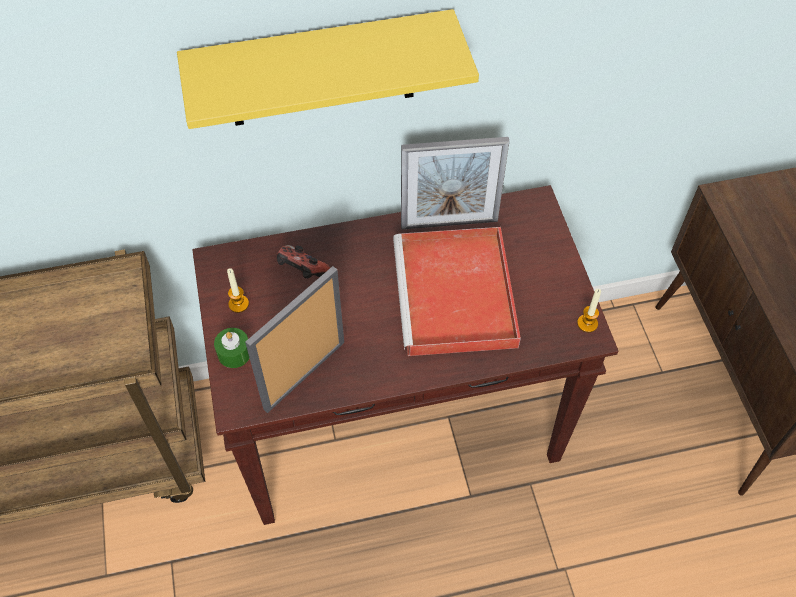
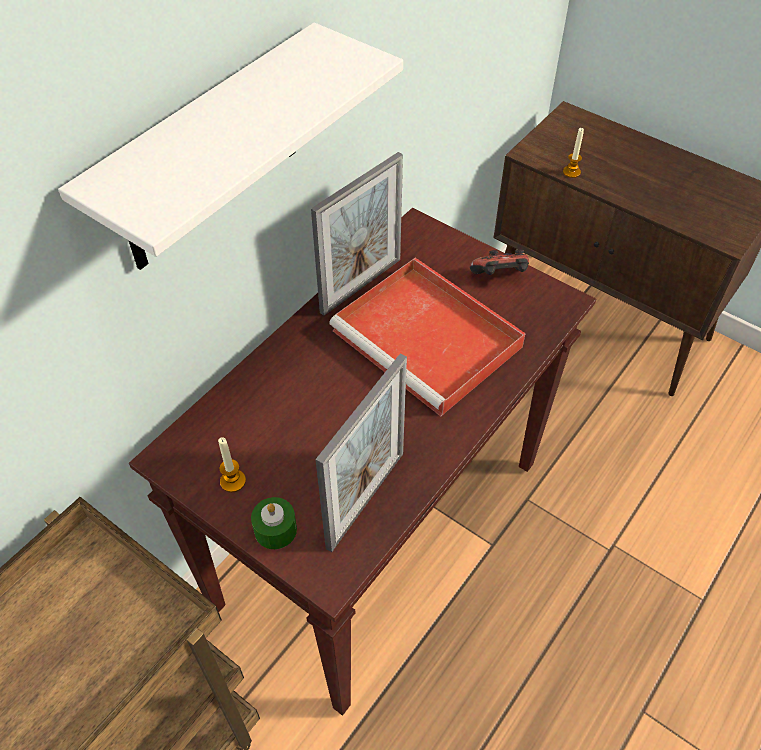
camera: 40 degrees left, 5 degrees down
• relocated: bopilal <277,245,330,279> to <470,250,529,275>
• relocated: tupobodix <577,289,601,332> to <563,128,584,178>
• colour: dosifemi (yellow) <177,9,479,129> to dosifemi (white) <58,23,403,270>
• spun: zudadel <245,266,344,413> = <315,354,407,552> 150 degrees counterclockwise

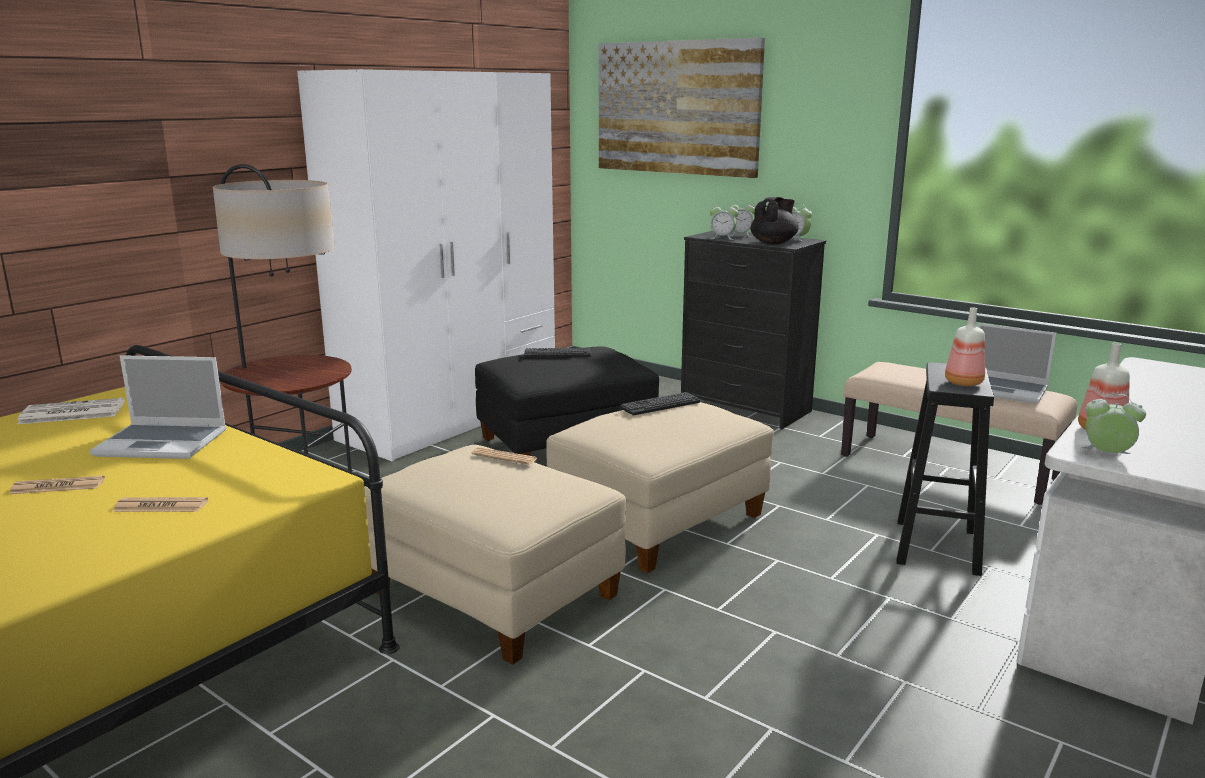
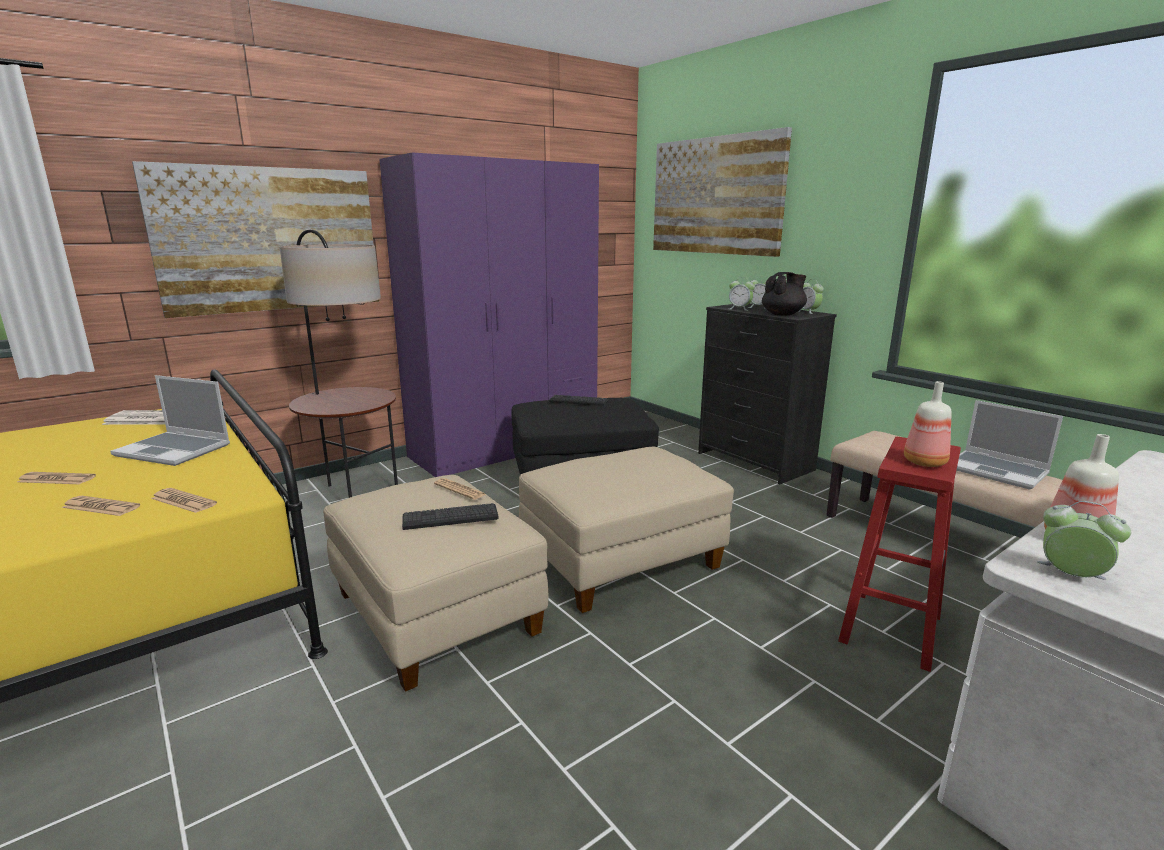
camera: 15 degrees right, 0 degrees up
• appeared: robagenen <132,161,379,318>
• appeared: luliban <151,488,217,513>
• relocated: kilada <620,392,700,415> to <402,503,499,530>
• colour: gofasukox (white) <297,69,555,461> to gofasukox (purple) <379,153,599,477>
• colour: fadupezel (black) <896,362,994,576> to fadupezel (red) <838,437,961,672>

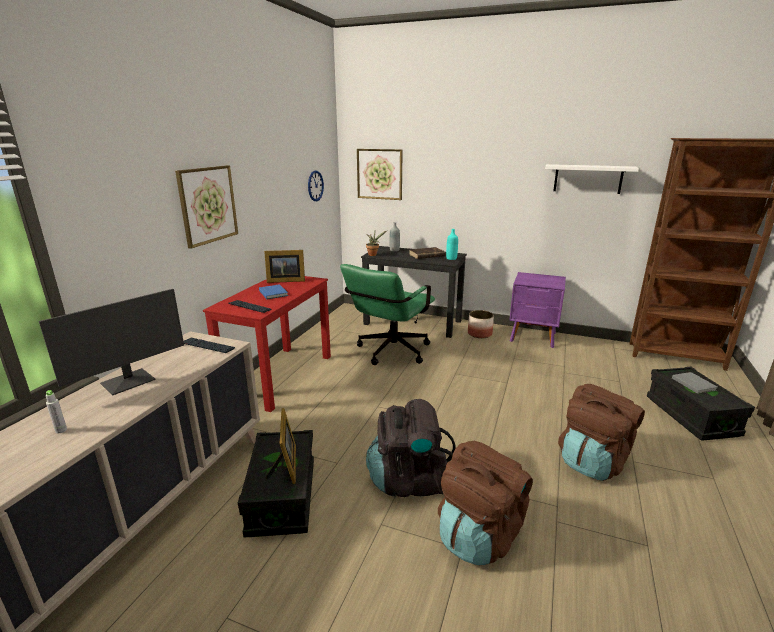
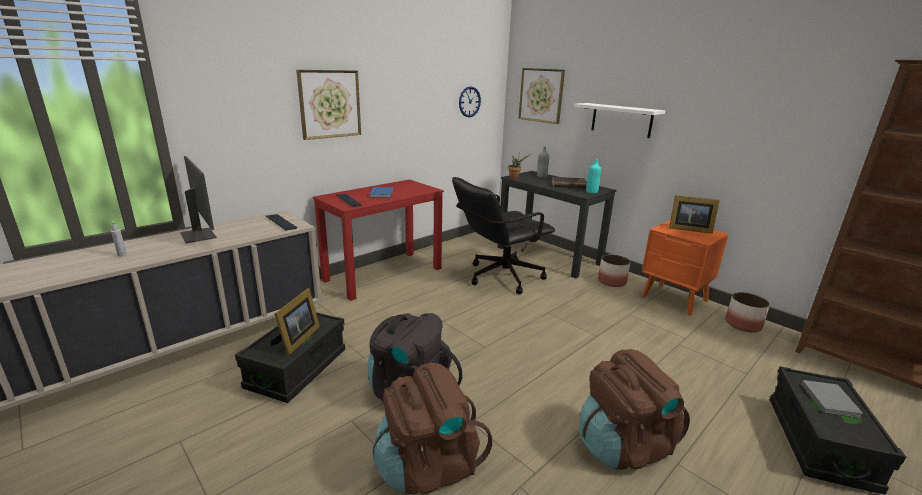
camera: 25 degrees right, 0 degrees up
• appeared: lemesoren <725,292,770,332>
• relocated: zudadel <264,250,305,283> to <669,195,720,234>
• relocated: dosifemi (white) <545,164,639,194> to <574,103,665,138>
• colour: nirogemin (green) <340,264,435,365> to nirogemin (black) <452,177,555,294>
• colour: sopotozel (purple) <509,272,566,348> to sopotozel (orange) <641,220,729,316>
• spun: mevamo <39,289,184,395> = <180,156,217,243> 105 degrees counterclockwise

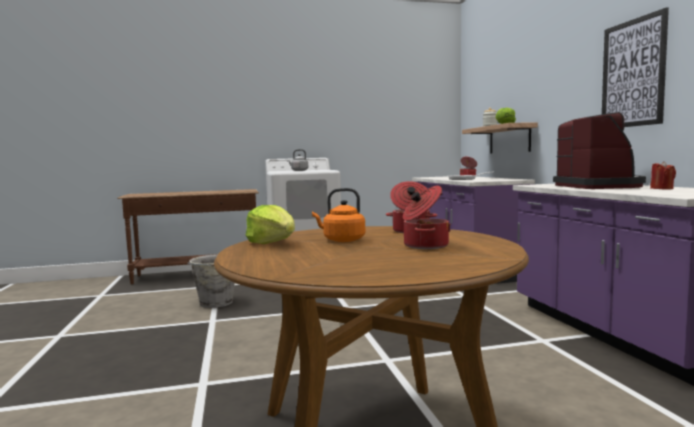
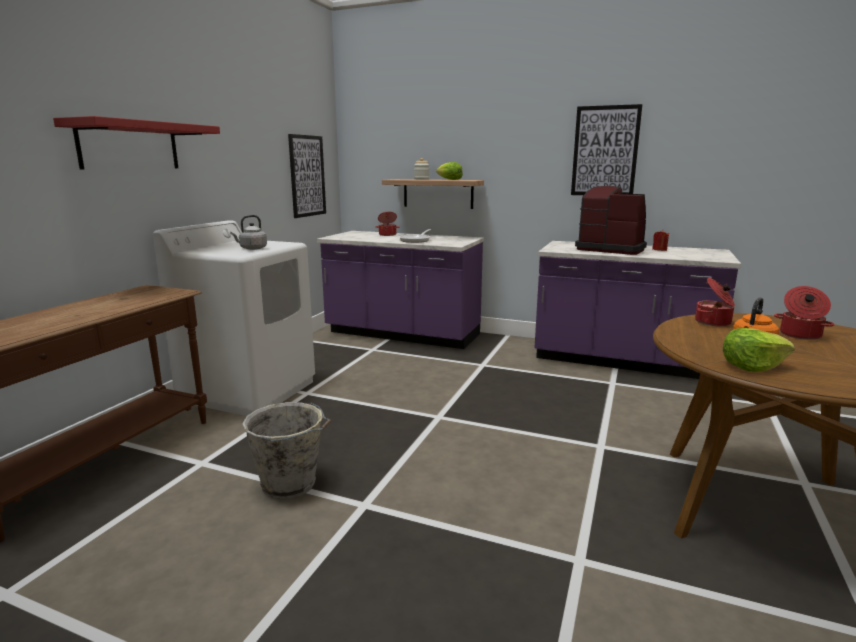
camera: 55 degrees left, 10 degrees up
• appeared: dosifemi (red) <53,116,220,170>
• appeared: robagenen <288,134,326,218>

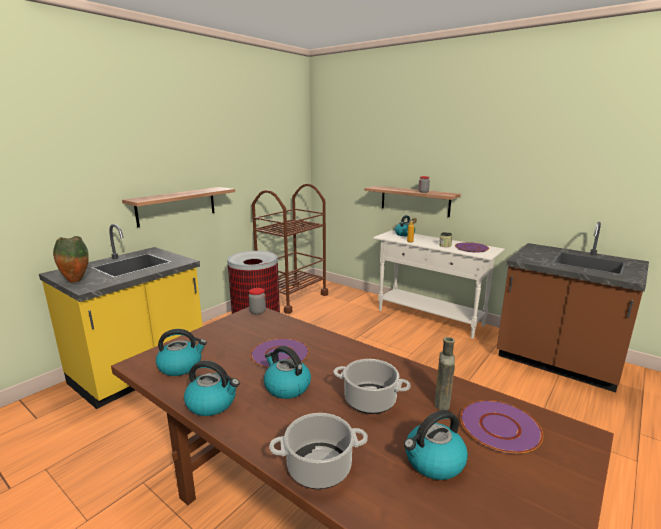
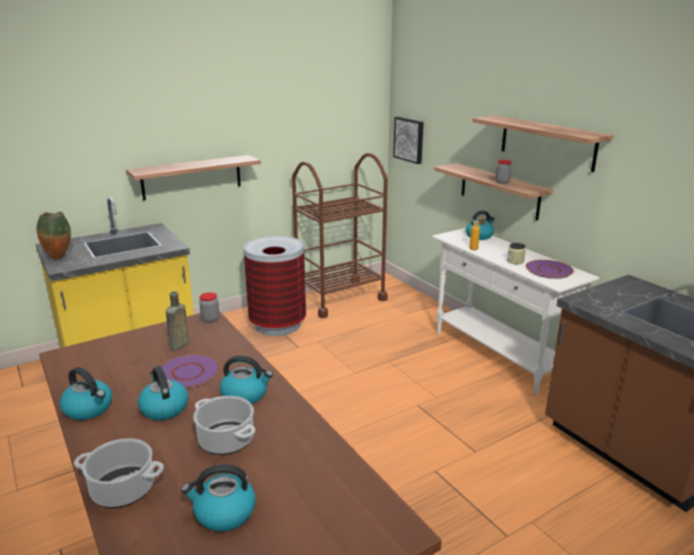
camera: 20 degrees right, 5 degrees up
• missing: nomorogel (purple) <460,400,543,454>
• appeared: robagenen <393,117,424,164>
• appeared: dosifemi <472,115,614,172>
• relocated: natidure <156,329,207,376> to <220,355,273,404>
• relocated: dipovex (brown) <435,337,455,410> to <166,291,189,350>

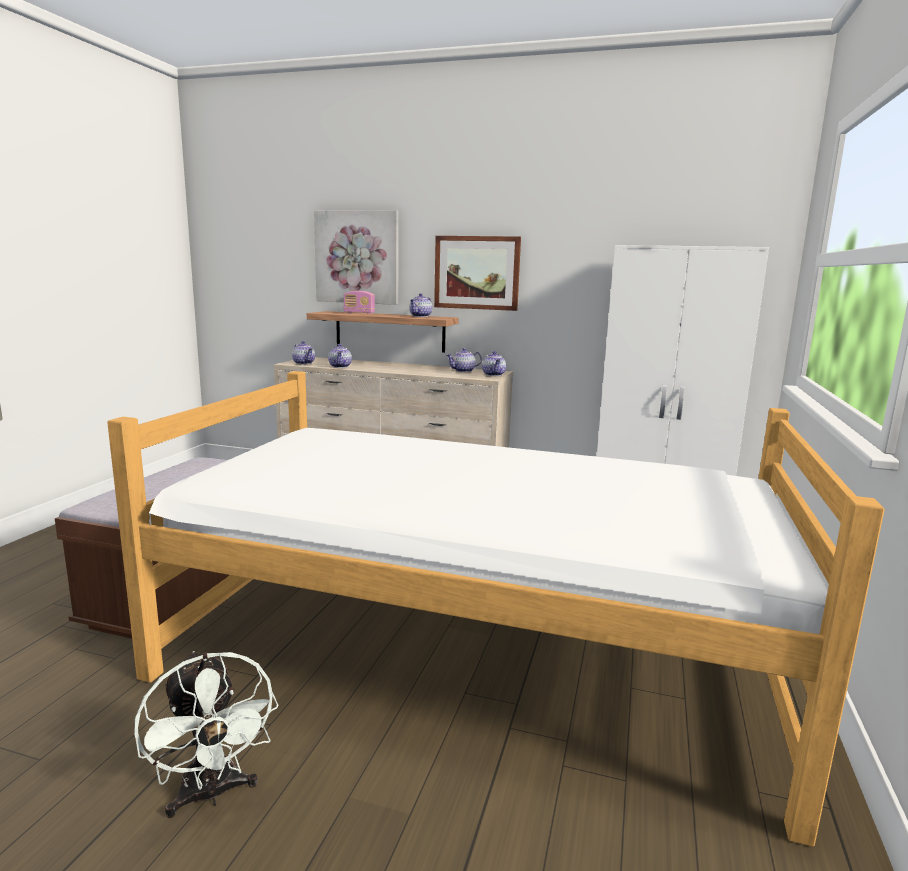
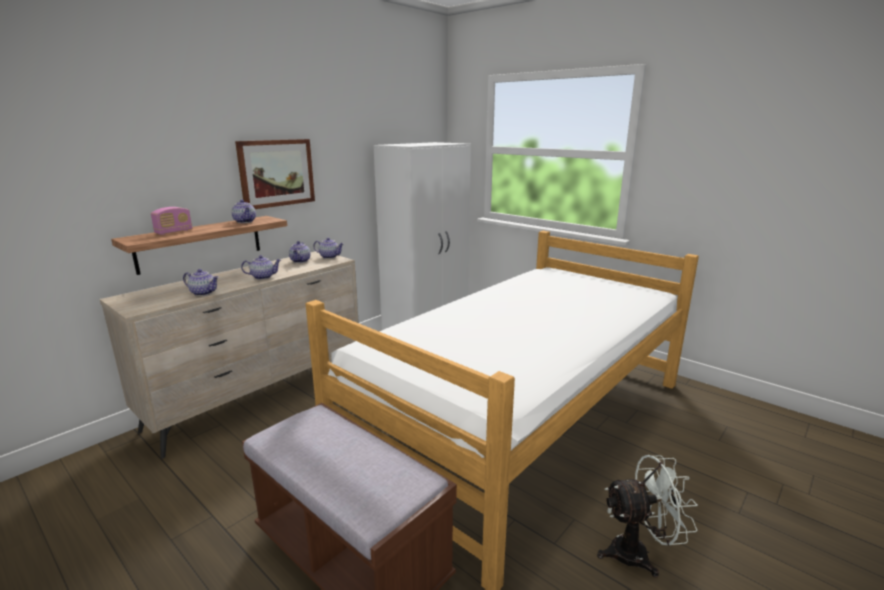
camera: 65 degrees left, 5 degrees up
• missing: robagenen <314,210,399,305>
• relocated: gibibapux <292,341,315,365> to <241,255,281,280>

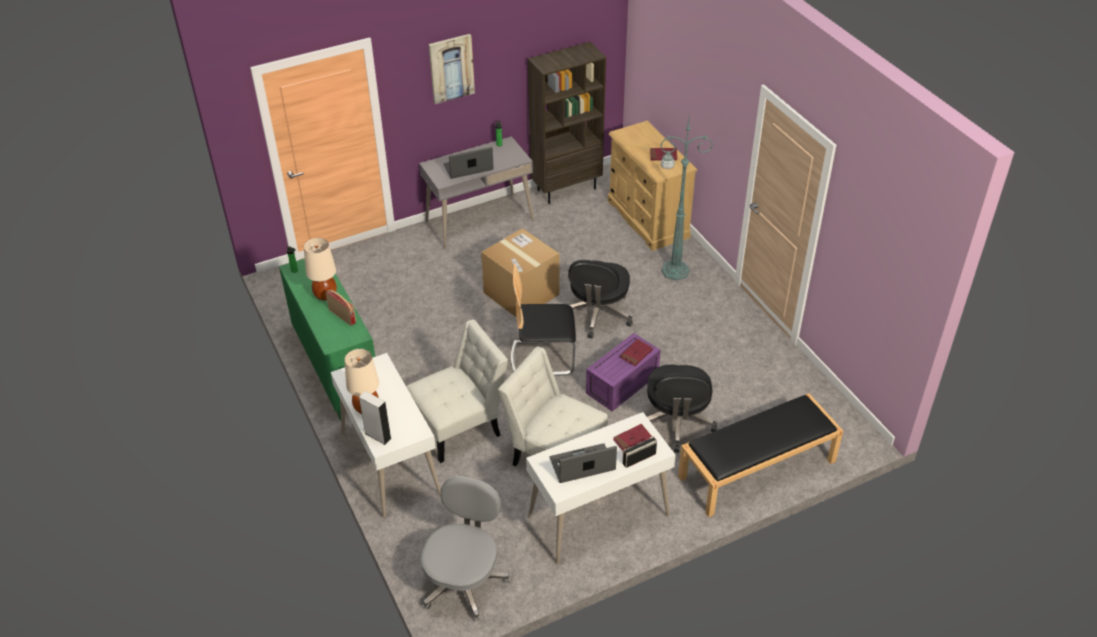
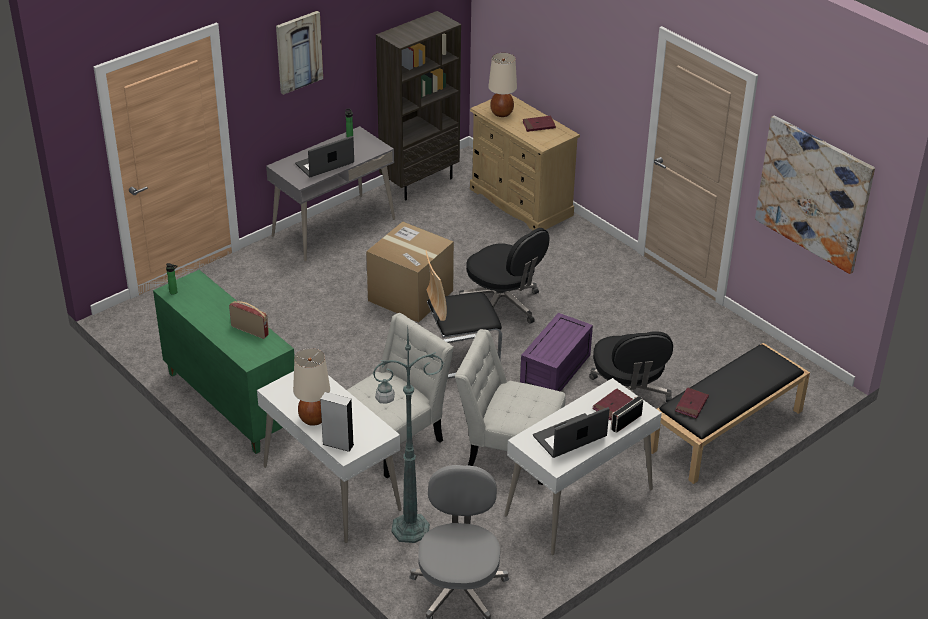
camera: 15 degrees left, 5 degrees down
• appeared: robagenen <755,115,875,274>
• relocated: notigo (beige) <304,238,337,300> to <488,53,517,117>
• relocated: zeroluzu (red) <620,339,653,366> to <675,387,709,419>
• relocated: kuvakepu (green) <660,112,713,280> to <373,330,444,543>
• spun: nirogemin (black) <568,260,633,339> = <459,228,550,324> 45 degrees counterclockwise

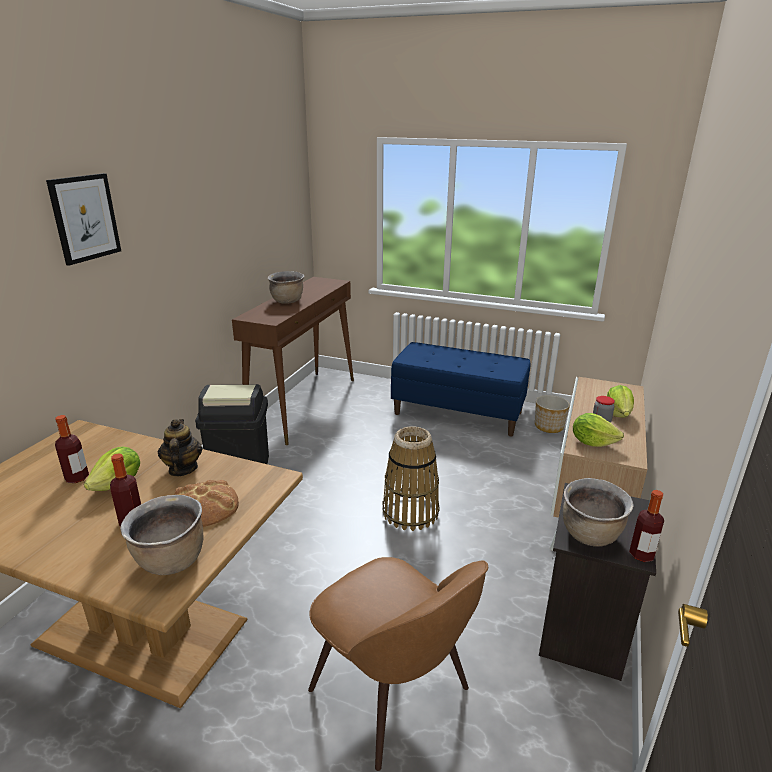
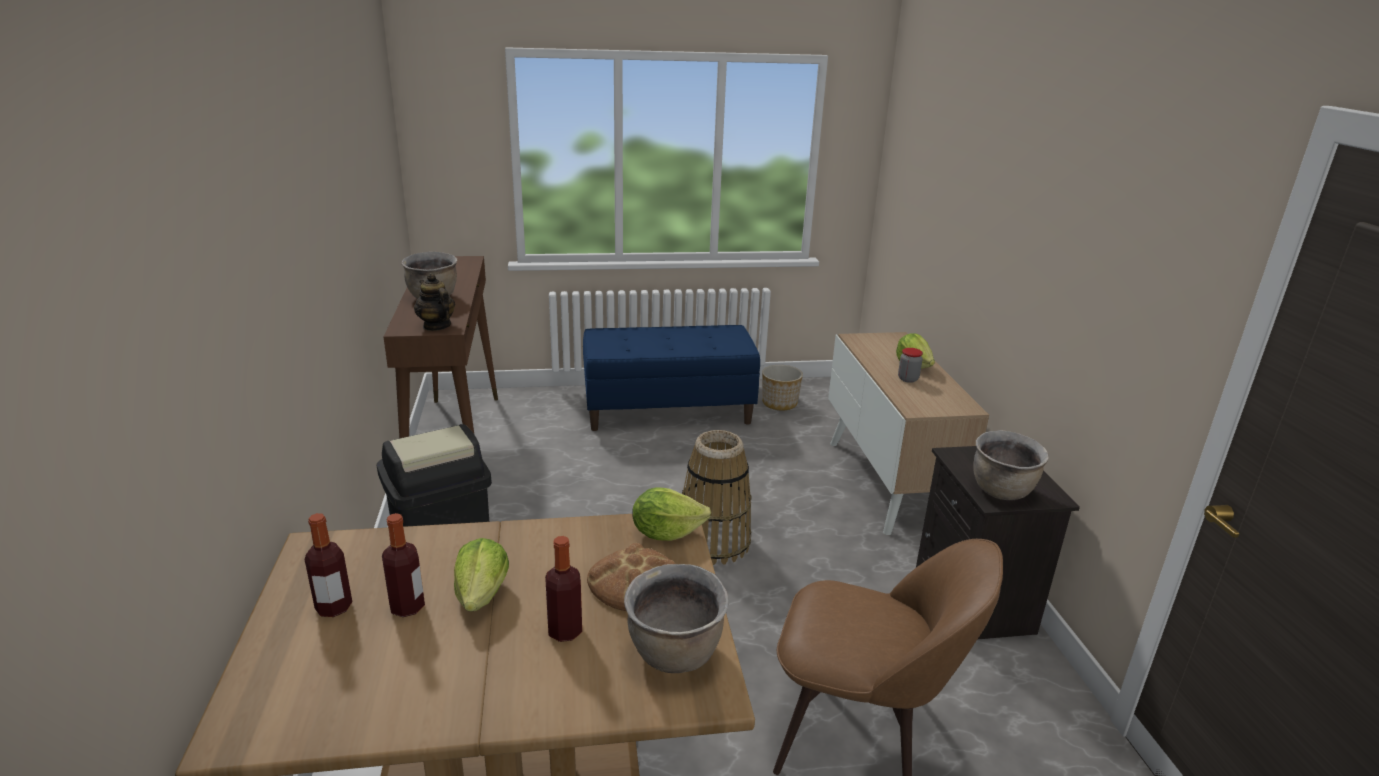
camera: 30 degrees left, 0 degrees up
• missing: robagenen <46,173,121,266>
• relocated: gibibapux <158,419,203,476> to <414,273,455,331>
• relocated: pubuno <573,413,624,447> to <633,487,711,541>
• relocated: dipovex <629,490,664,562> to <304,513,352,617>

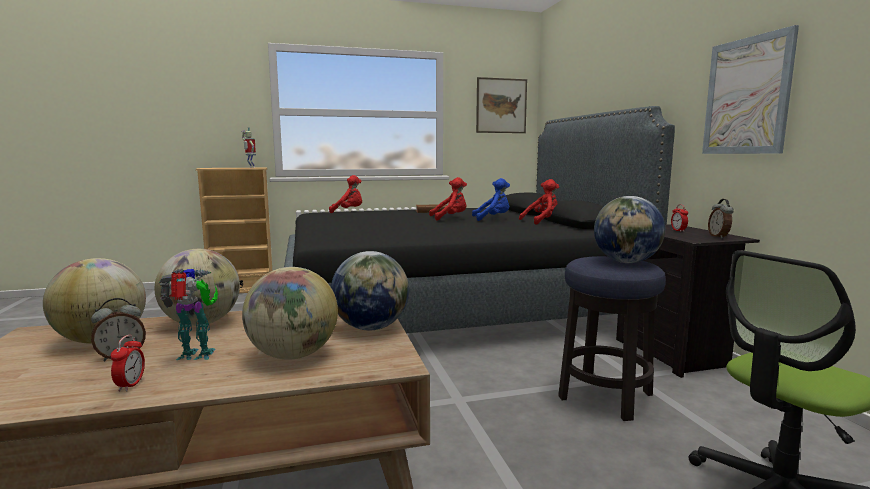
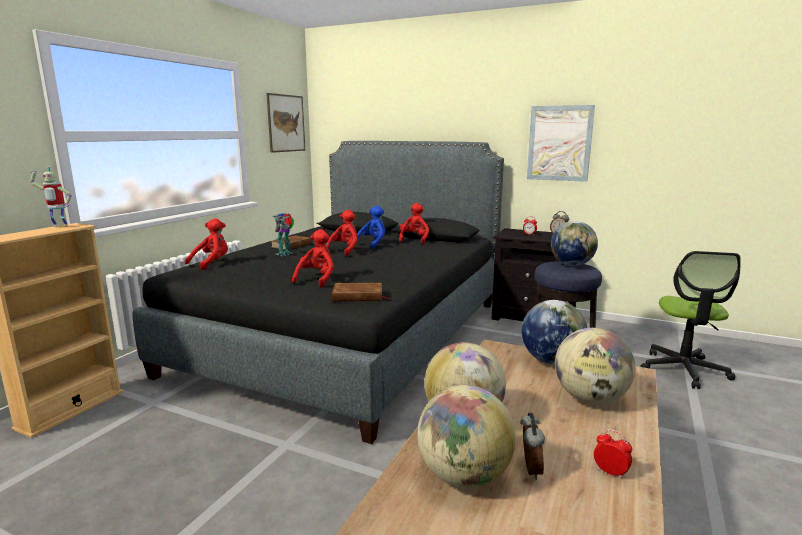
camera: 50 degrees left, 5 degrees up
• appeared: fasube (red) <292,229,334,288>
• appeared: zeroluzu (brown) <332,283,390,301>
• relocated: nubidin <158,269,218,360> to <272,213,294,256>

